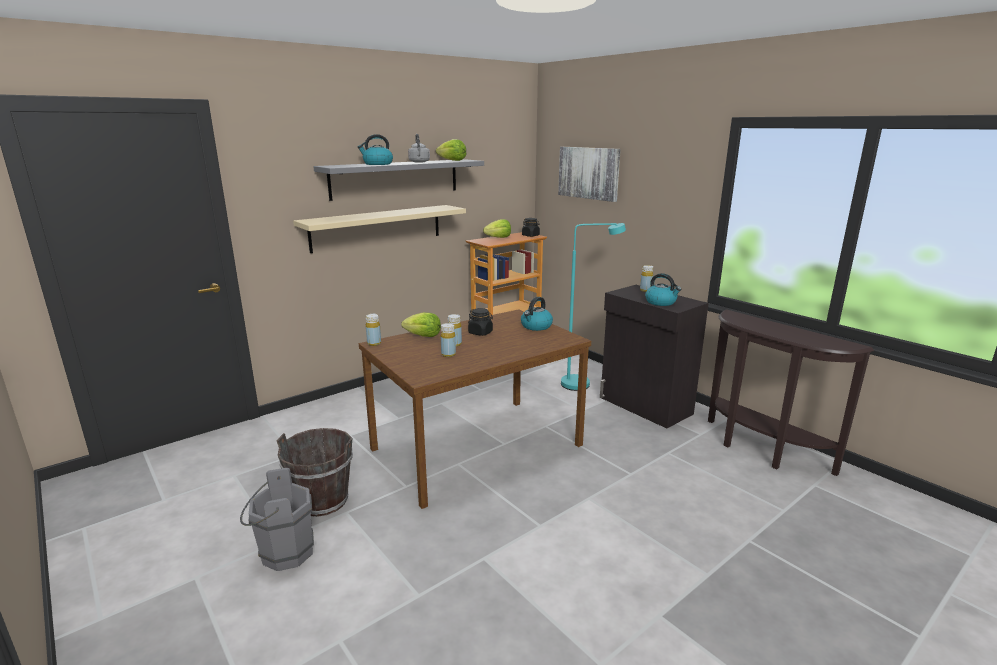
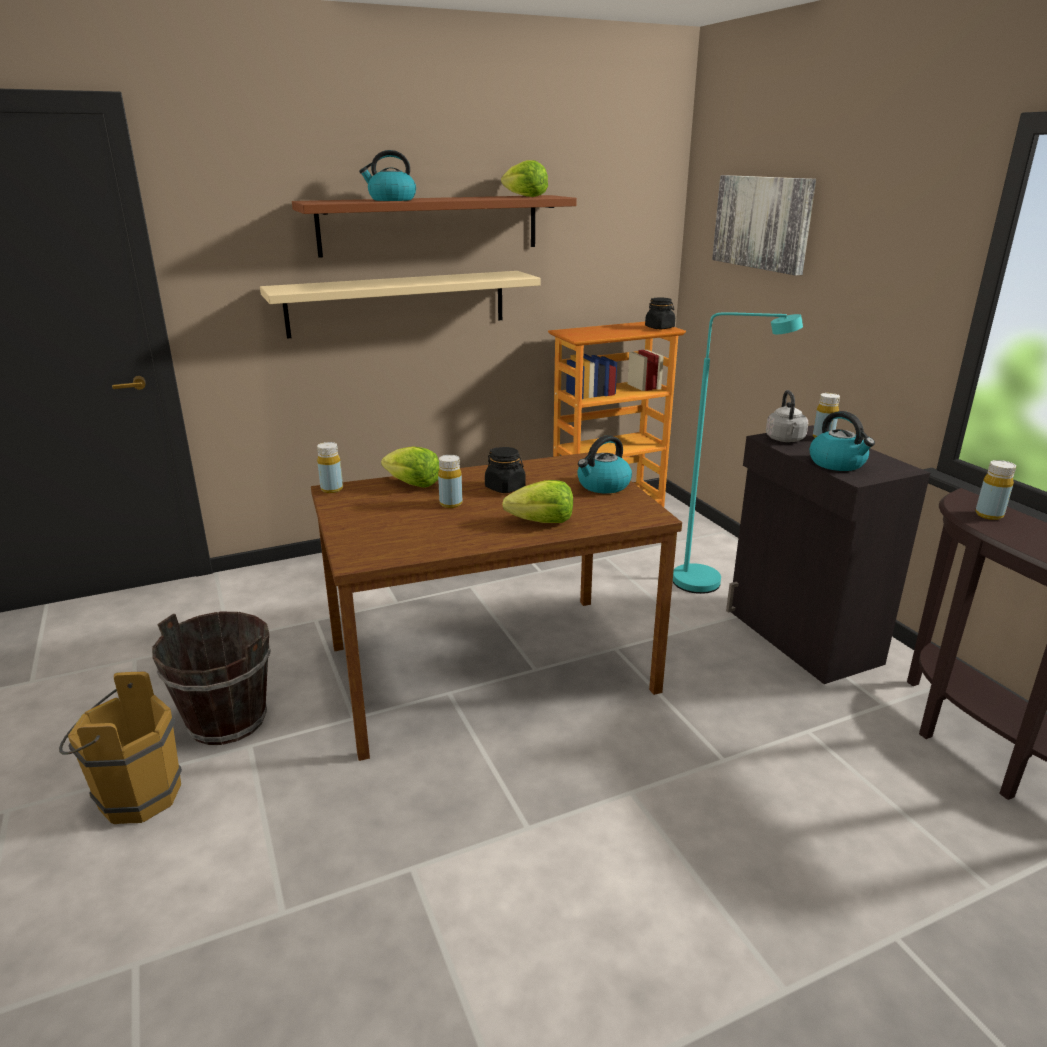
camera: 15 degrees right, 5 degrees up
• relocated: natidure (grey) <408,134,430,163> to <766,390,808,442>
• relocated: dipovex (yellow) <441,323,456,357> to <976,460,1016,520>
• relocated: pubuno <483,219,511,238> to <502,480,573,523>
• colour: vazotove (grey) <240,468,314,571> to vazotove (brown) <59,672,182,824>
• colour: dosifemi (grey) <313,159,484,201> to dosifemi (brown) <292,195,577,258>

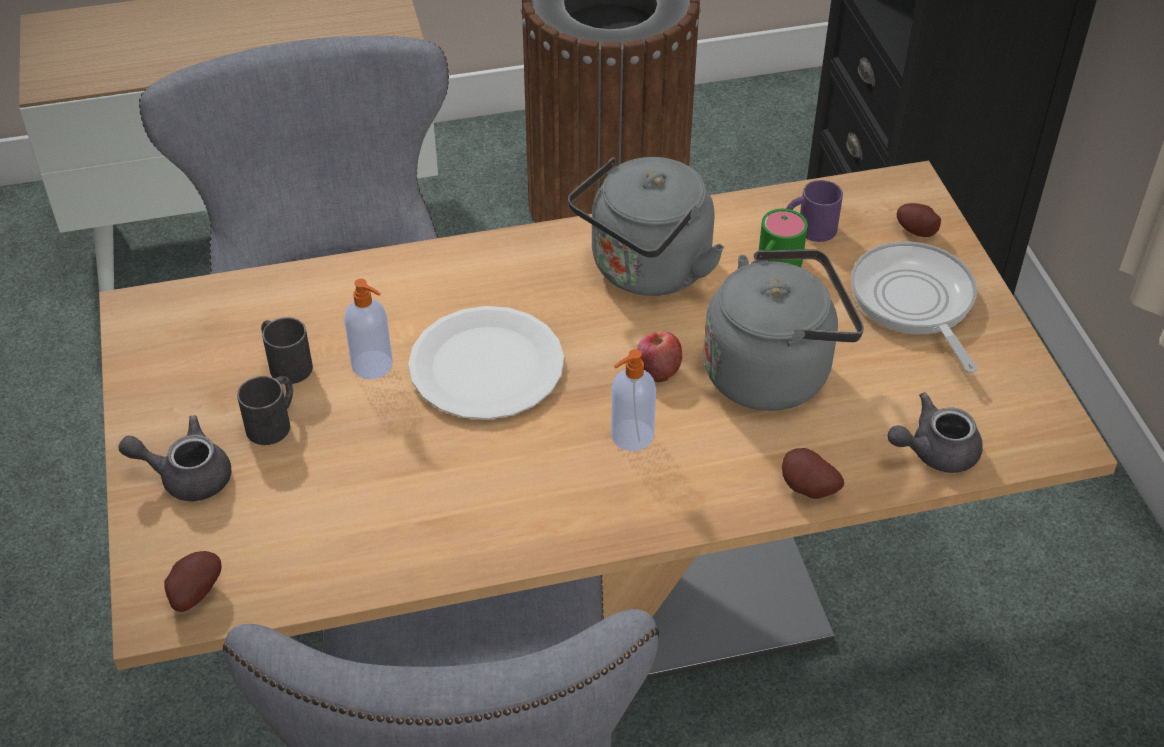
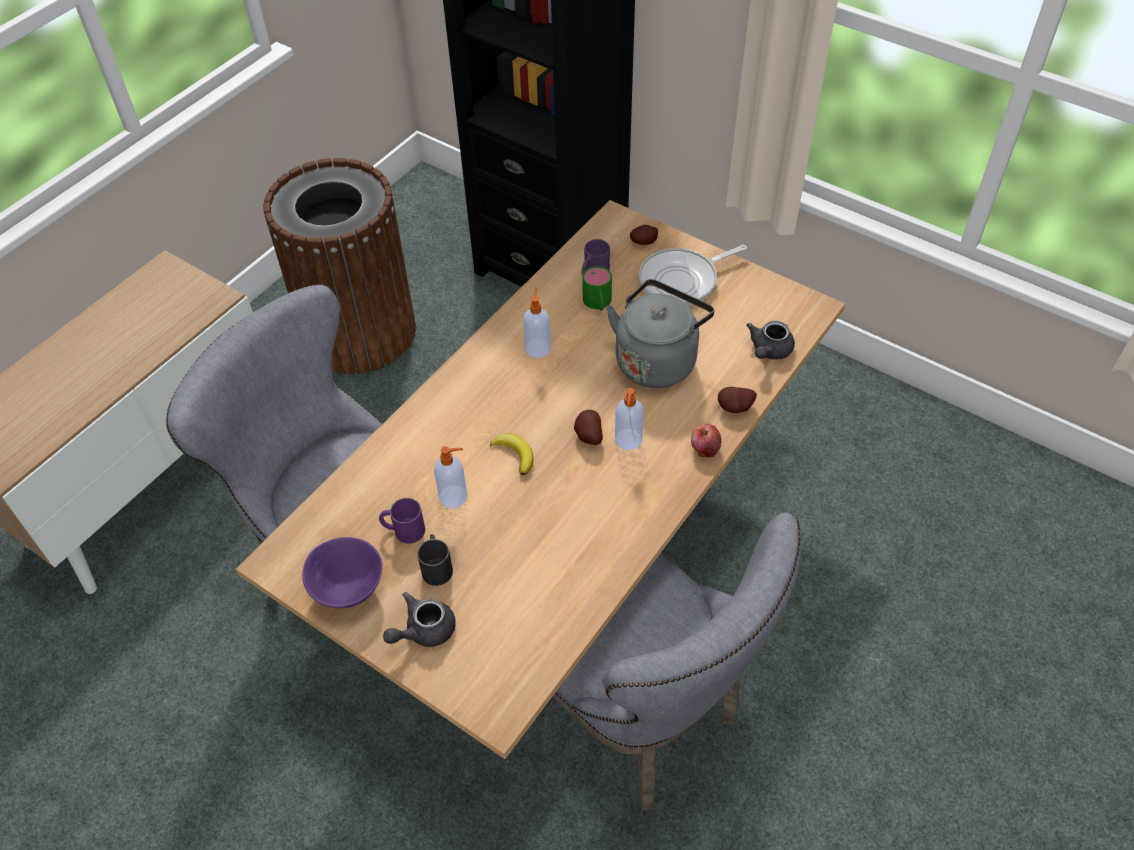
camera: 40 degrees left, 5 degrees up
• appeared: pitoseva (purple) <302,537,383,608>
• relocated: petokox <164,551,221,612> to <574,410,603,445>
• relocated: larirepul <637,331,682,382> to <691,424,721,457>
• exchanged: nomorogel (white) <408,306,564,420> to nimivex <490,433,534,475>
• exchanged: natidure (grey) <568,157,724,296> to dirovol <523,288,551,358>
• colour: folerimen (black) <261,317,313,384> to folerimen (purple) <379,498,425,544>
• spun: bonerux <851,241,978,373> = <639,245,747,306> 60 degrees counterclockwise

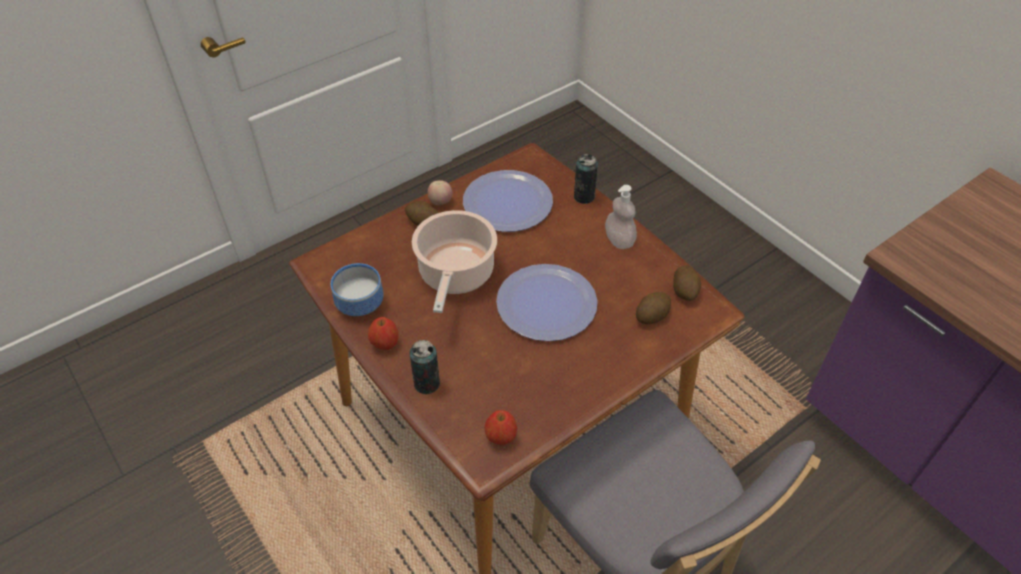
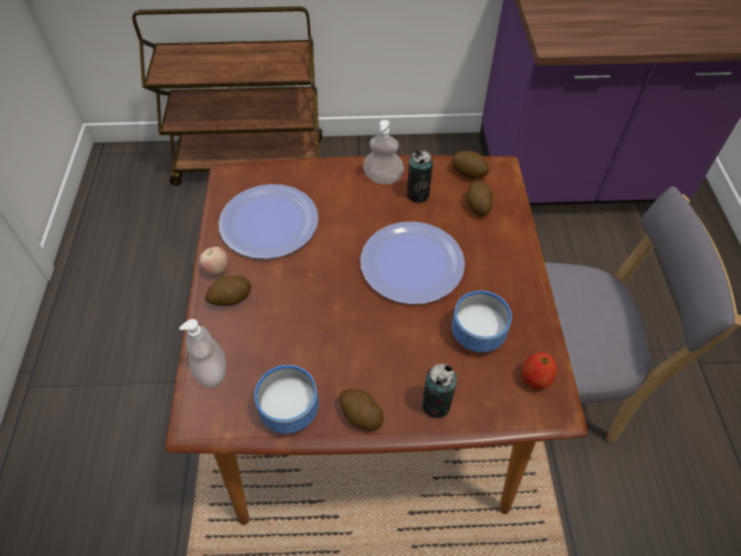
camera: 55 degrees left, 5 degrees up
• missing: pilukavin <412,210,497,313>
• appeared: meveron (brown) <132,6,322,185>
• appeared: dirovol <179,319,226,388>
• appeared: pitoseva <452,291,512,352>
• relocated: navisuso <574,154,598,204> to <407,150,433,203>
• exchanged: larirepul <368,317,399,350> to petokox <339,389,384,431>

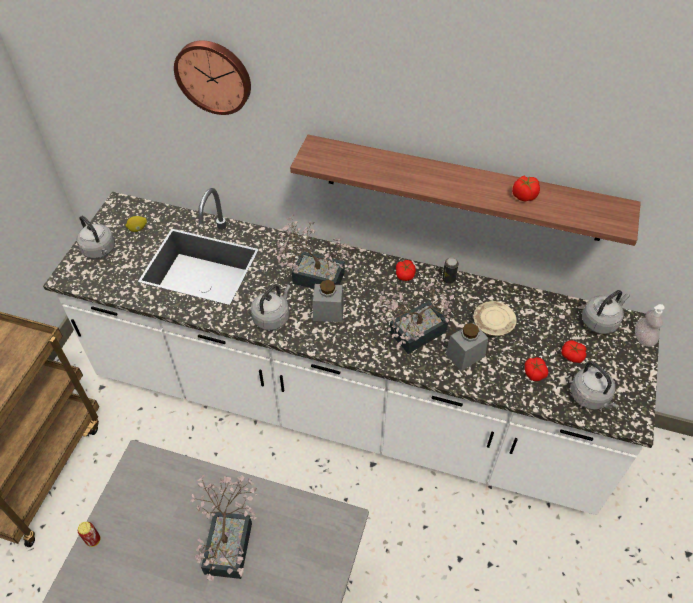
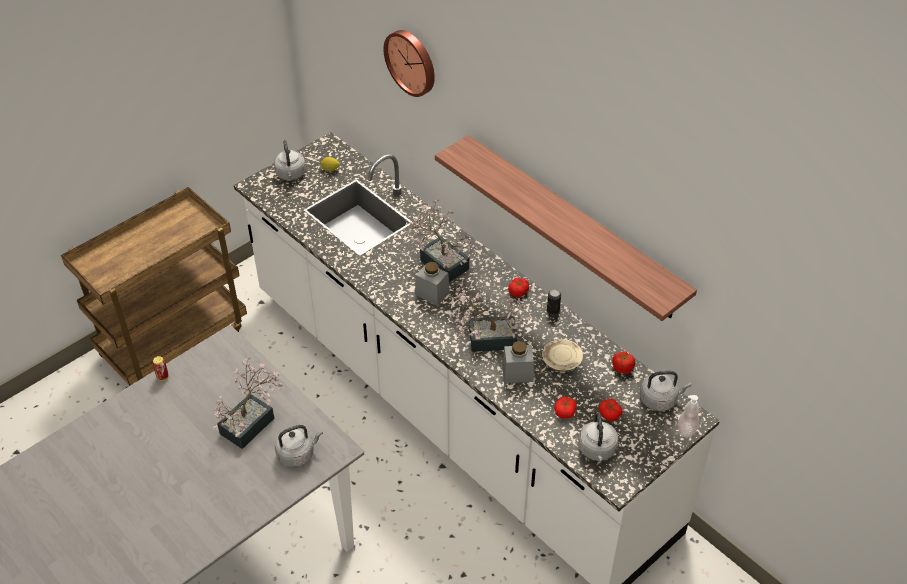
camera: 30 degrees right, 5 degrees down
• relocated: natidure (grey) <251,284,291,330> to <275,425,323,467>
• relocated: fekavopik <512,176,540,201> to <612,351,635,374>

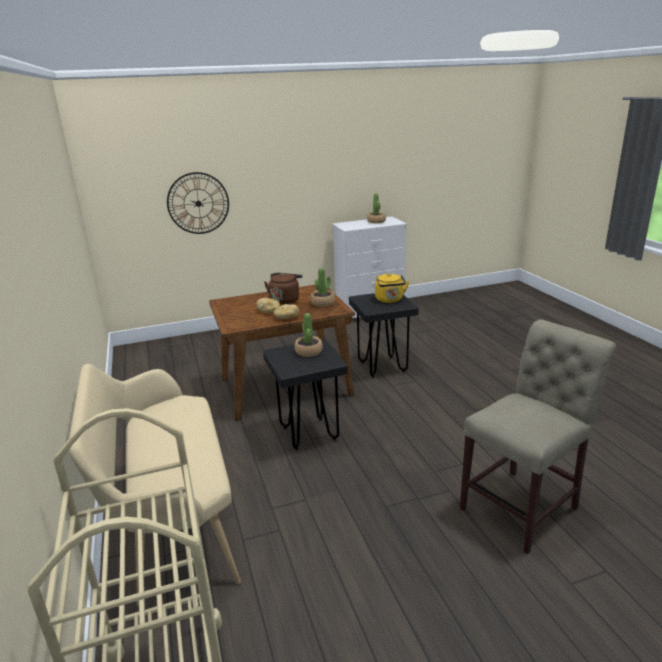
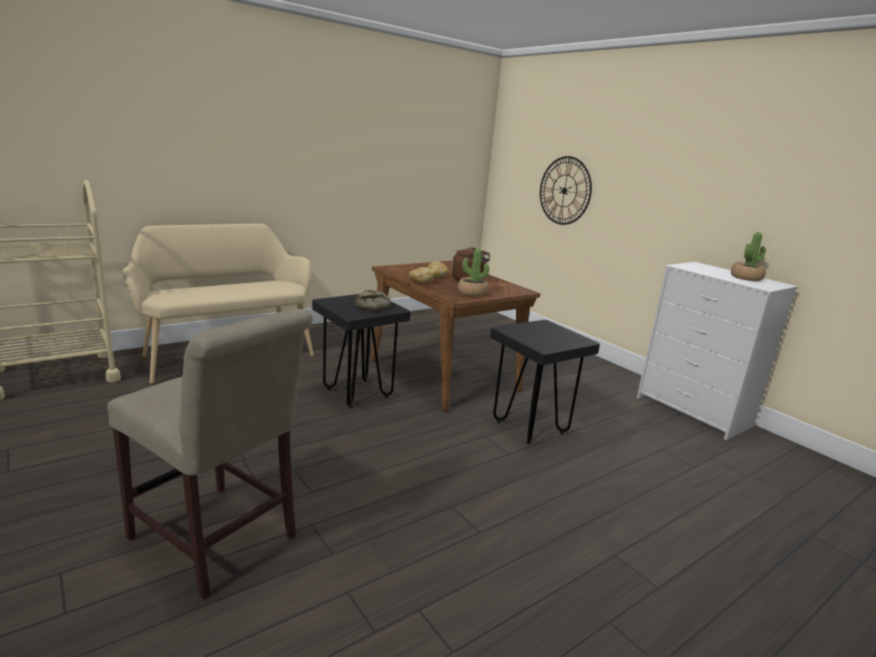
camera: 70 degrees right, 5 degrees down
• missing: natidure (yellow) <375,273,409,303>
• exchanged: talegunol <295,313,323,357> to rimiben <355,290,392,311>

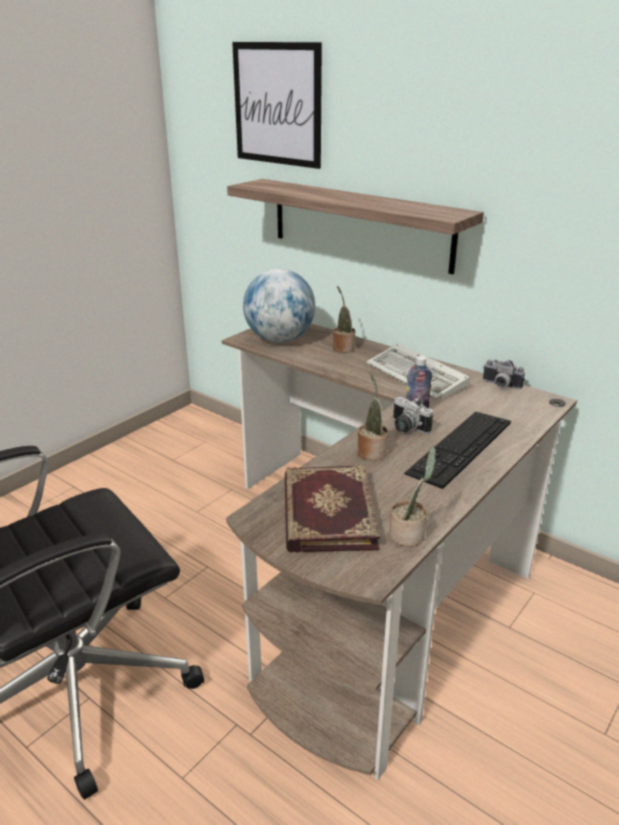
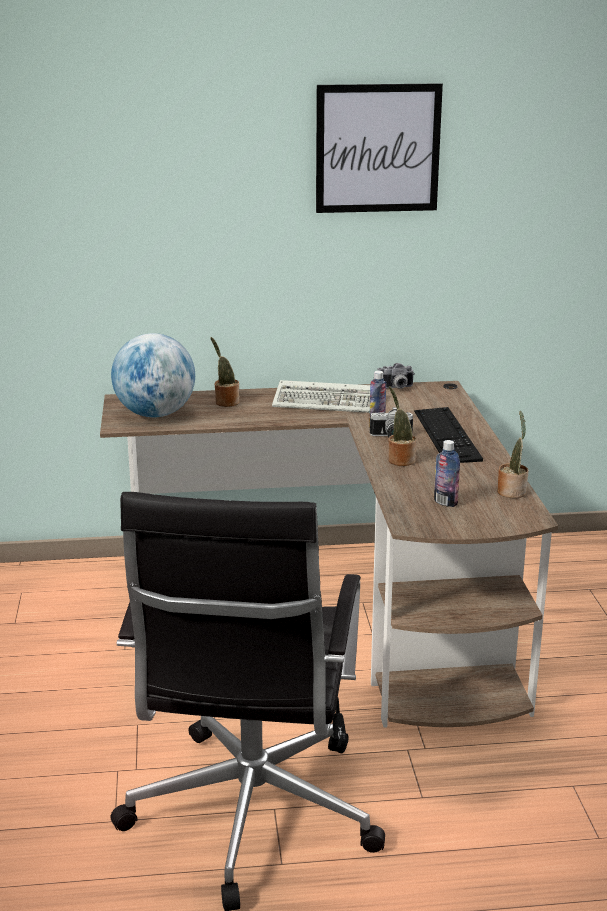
camera: 45 degrees left, 5 degrees down
• missing: dosifemi <227,179,484,274>
• relocated: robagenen <232,42,322,169> to <316,83,443,213>
• exchanged: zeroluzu <285,465,380,553> to dipovex <434,440,460,507>

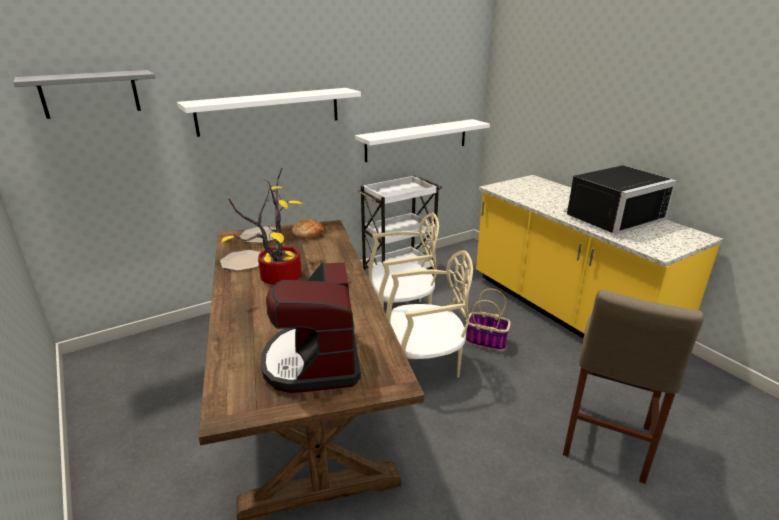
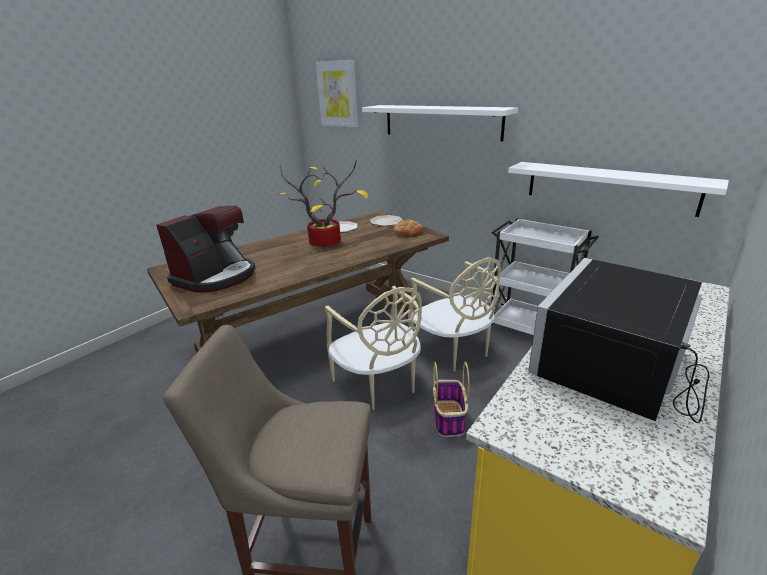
camera: 70 degrees right, 0 degrees up
• exchanged: dosifemi (grey) <13,70,155,119> to robagenen <316,60,358,127>
• spun: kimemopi <261,262,361,393> = <156,206,255,293> 150 degrees clockwise
• spun: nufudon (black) <564,165,677,235> = <528,258,709,423> 90 degrees clockwise

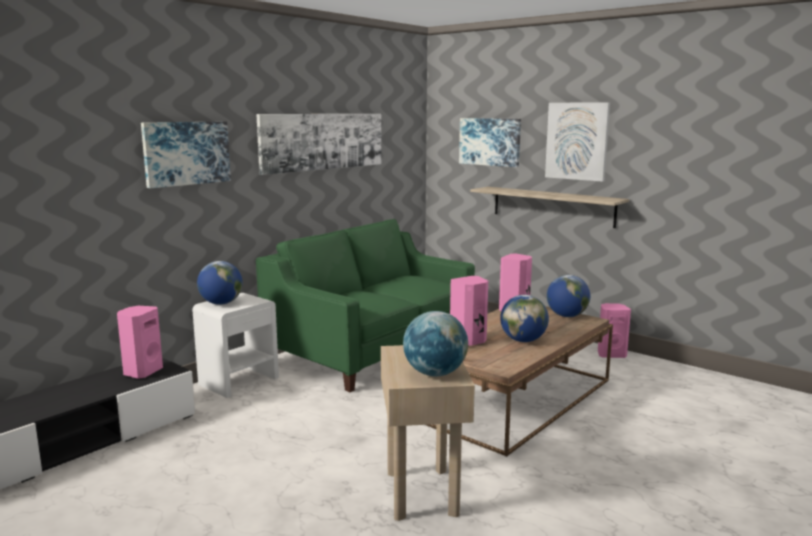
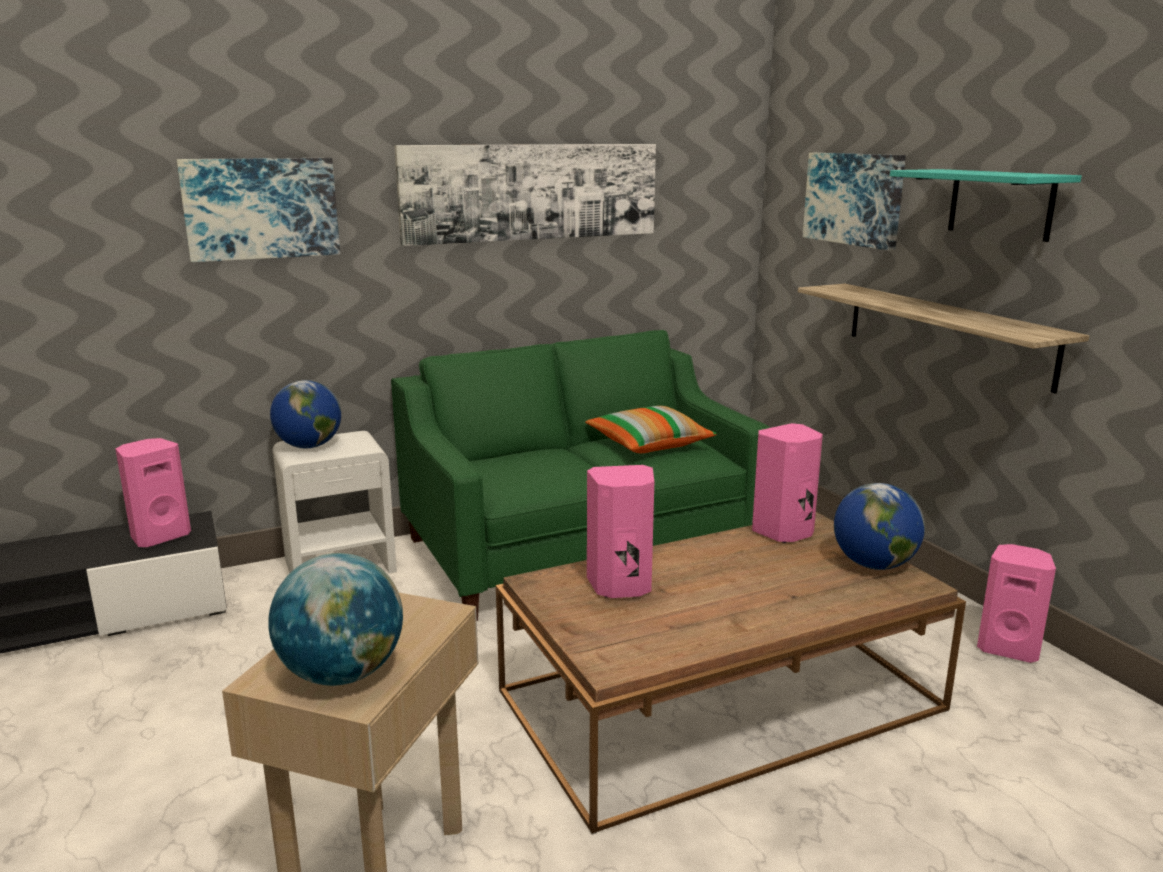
camera: 25 degrees right, 5 degrees up
• missing: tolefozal <500,295,549,342>
• appeared: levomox <585,406,717,453>
• exchanged: robagenen <545,102,610,182> to dosifemi (turquoise) <890,169,1082,242>

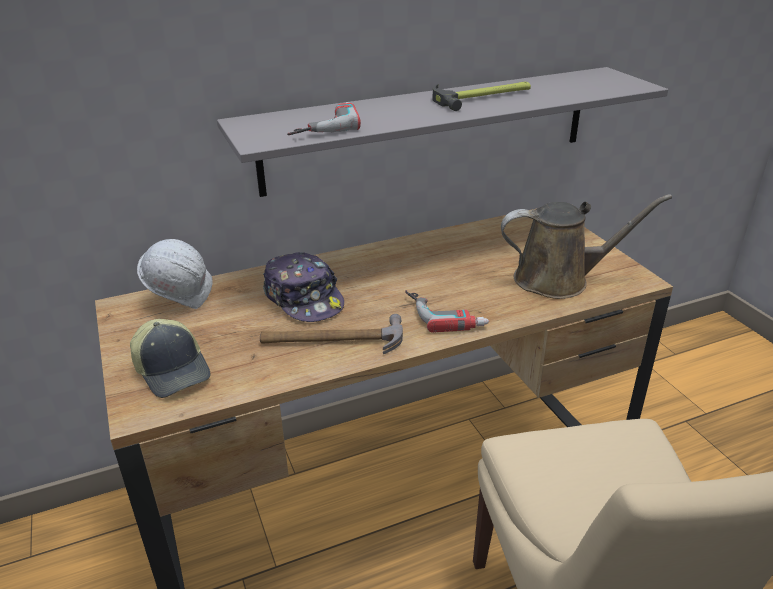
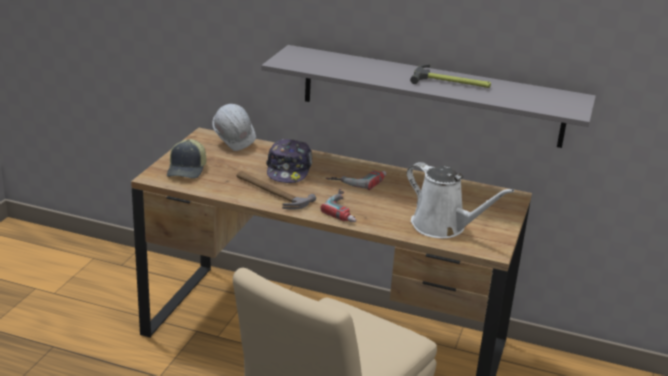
camera: 40 degrees right, 5 degrees down
• relocated: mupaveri <287,102,361,135> to <326,171,387,190>
• colour: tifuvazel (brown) <501,194,672,299> to tifuvazel (white) <407,162,514,238>

